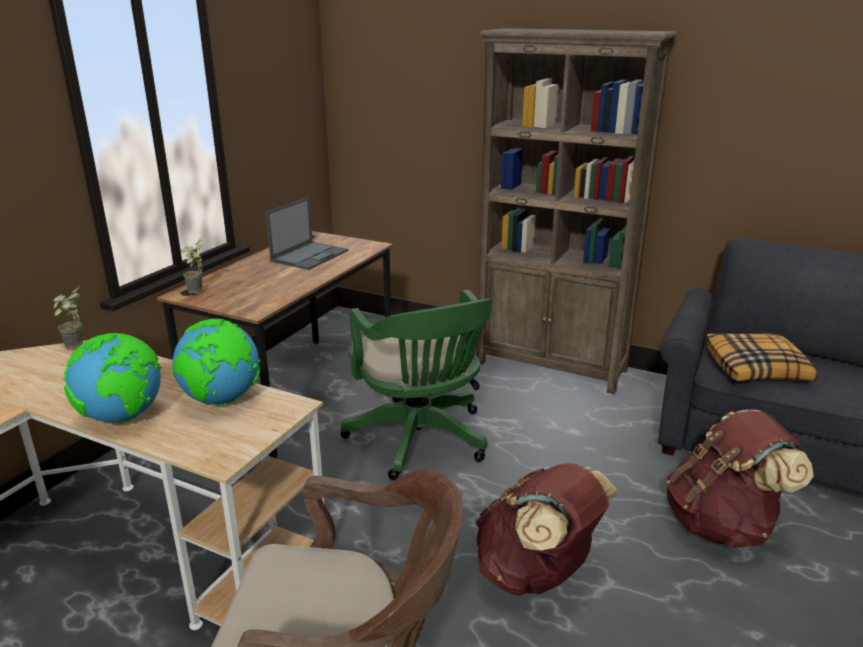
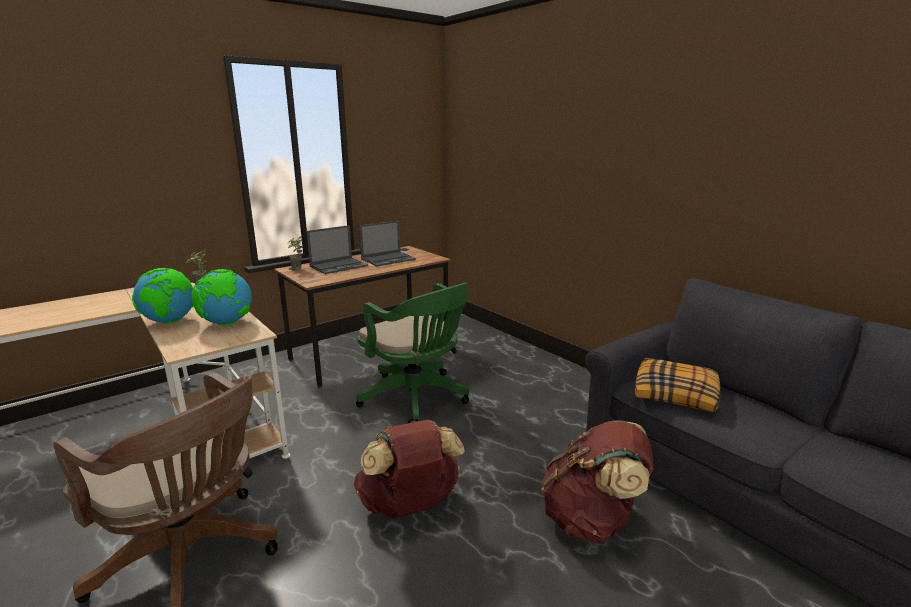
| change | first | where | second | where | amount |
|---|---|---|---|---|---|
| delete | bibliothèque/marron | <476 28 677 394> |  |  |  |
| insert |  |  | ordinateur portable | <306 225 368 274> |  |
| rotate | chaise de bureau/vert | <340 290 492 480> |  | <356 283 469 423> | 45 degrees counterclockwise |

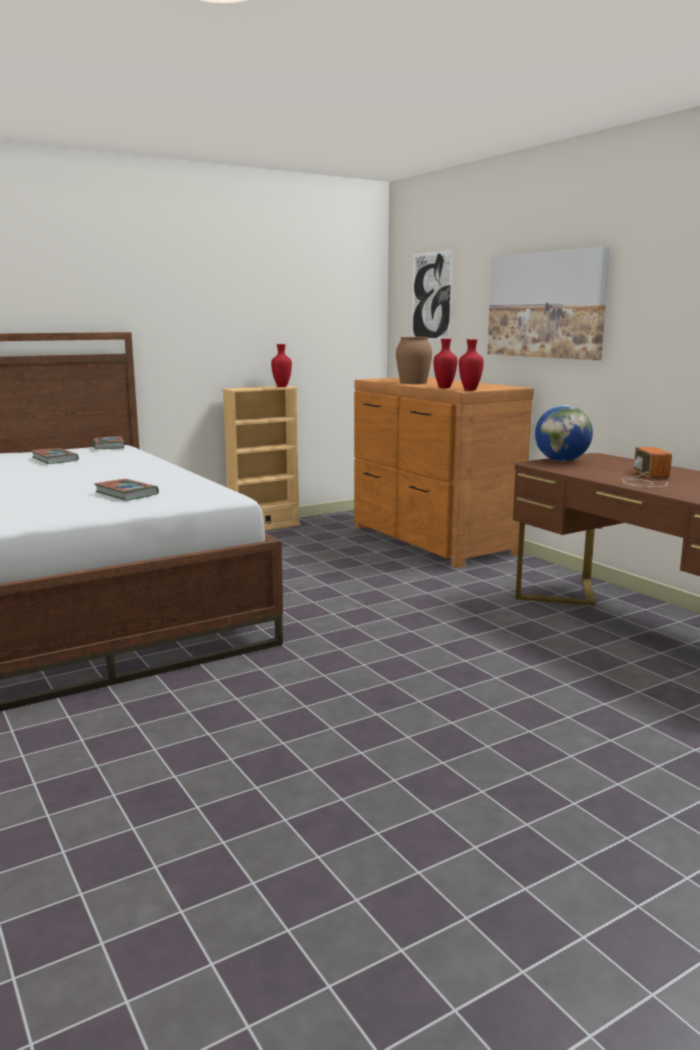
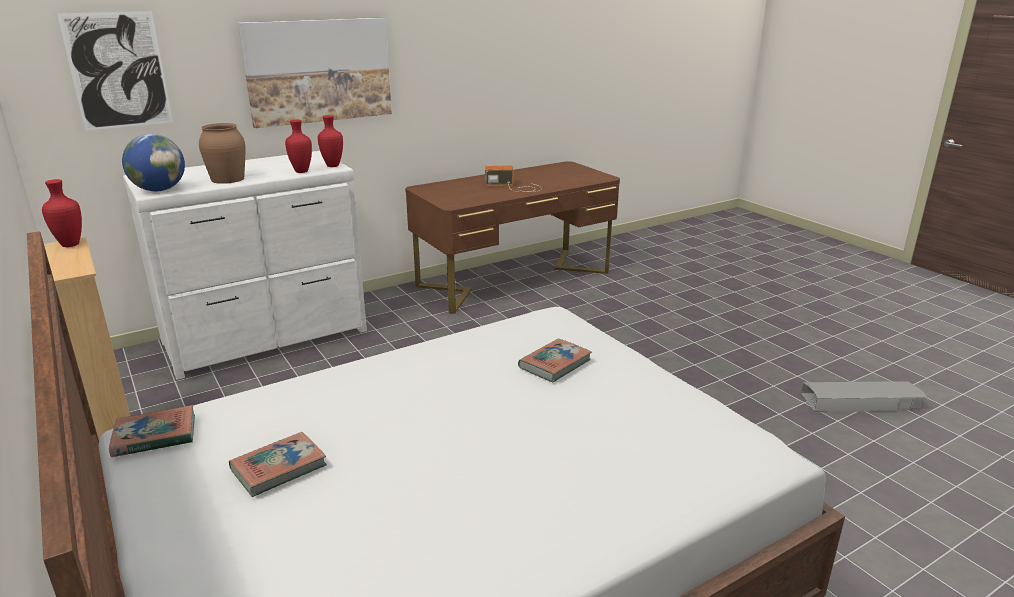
| change | first | where | second | where | amount |
|---|---|---|---|---|---|
| insert |  |  | boîte de rangement/gris | <801 381 927 412> |  |
| move | globe | <535 405 593 461> |  | <122 134 185 191> |  |
| recolor | commode/marron | <354 377 534 568> | commode/blanc | <123 151 367 380> |  |

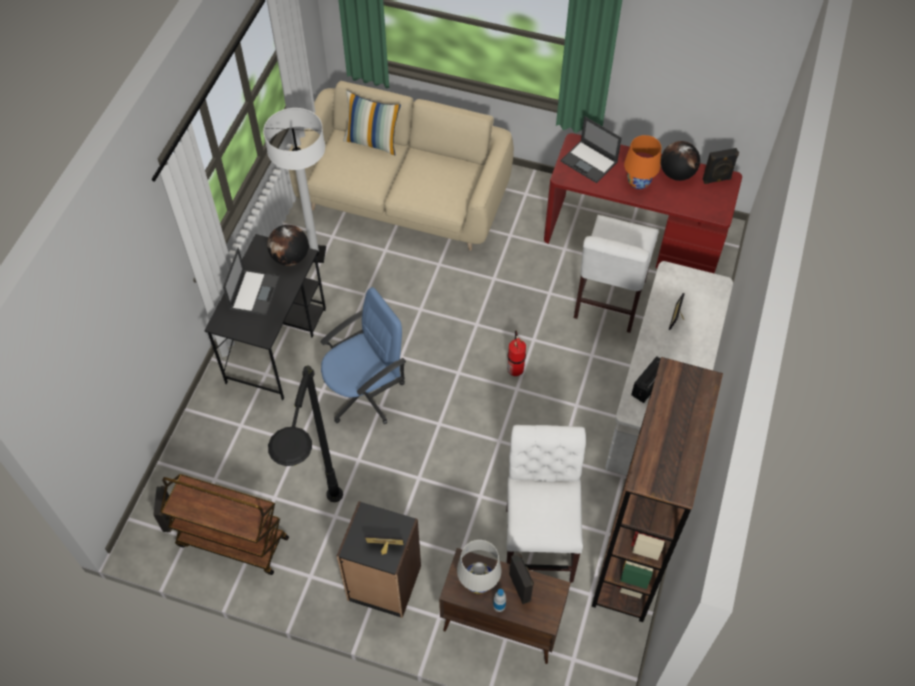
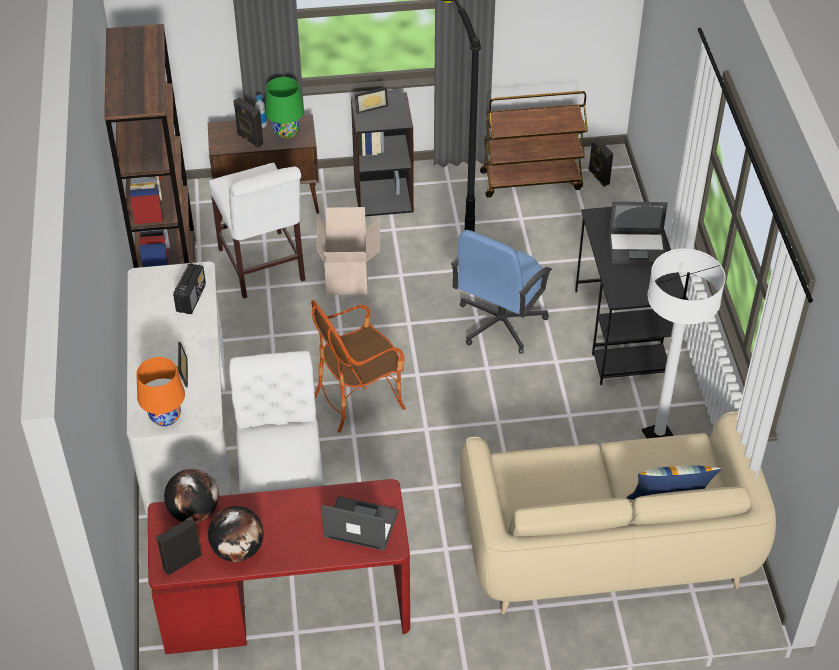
| change | first | where | second | where | amount |
|---|---|---|---|---|---|
| insert |  |  | carton | <316 207 380 295> |  |
| move | globe | <267 225 309 266> |  | <164 469 219 523> |  |
| move | lampe de table/orange | <624 135 661 189> |  | <137 357 185 427> |  |
| replace | extincteur | <507 331 526 376> | fauteuil | <311 300 406 433> |  |
| recolor | lampe de table/blanc | <457 540 501 594> | lampe de table/vert | <265 77 304 139> |  |
| rotate | ordinateur portable | <223 247 280 316> |  | <609 202 668 264> | 75 degrees counterclockwise |

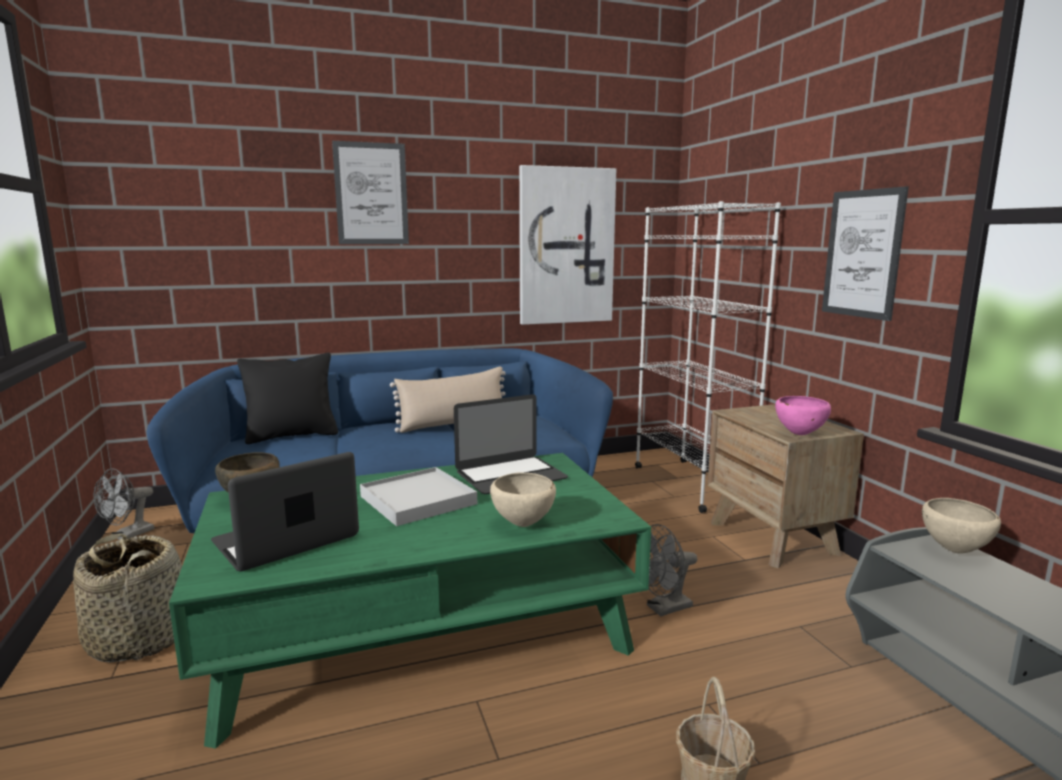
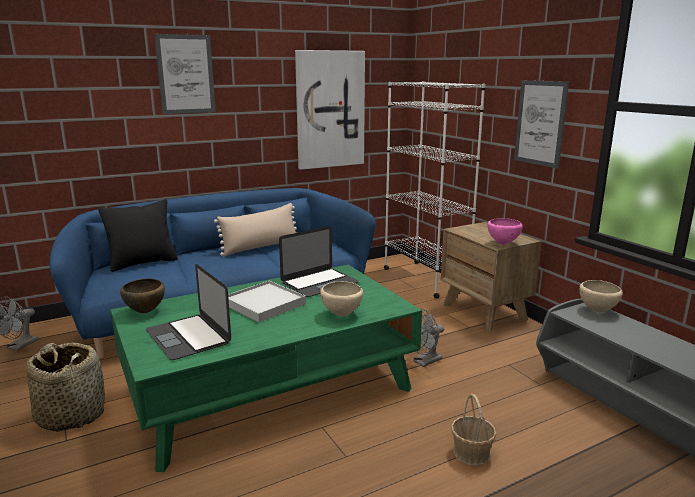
| change | first | where | second | where | amount |
|---|---|---|---|---|---|
| rotate | ordinateur portable | <211 452 359 571> |  | <145 264 231 360> | 75 degrees counterclockwise |

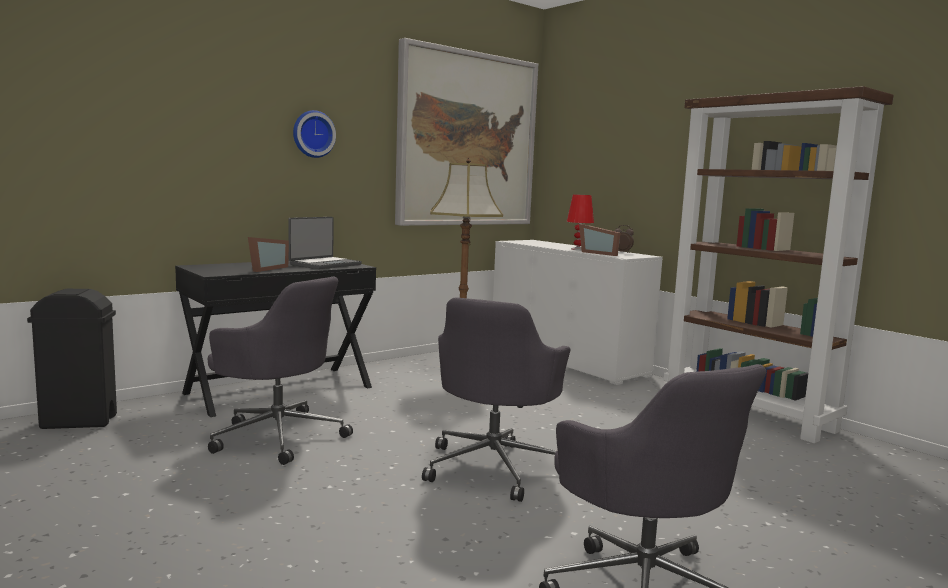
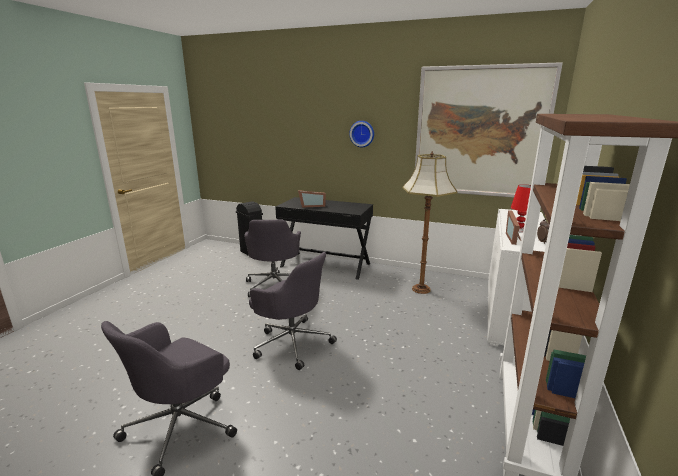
| change | first | where | second | where | amount |
|---|---|---|---|---|---|
| delete | ordinateur portable | <288 217 362 269> |  |  |  |
| rotate | chaise de bureau/gris | <422 297 571 502> |  | <249 252 337 370> | 135 degrees counterclockwise |

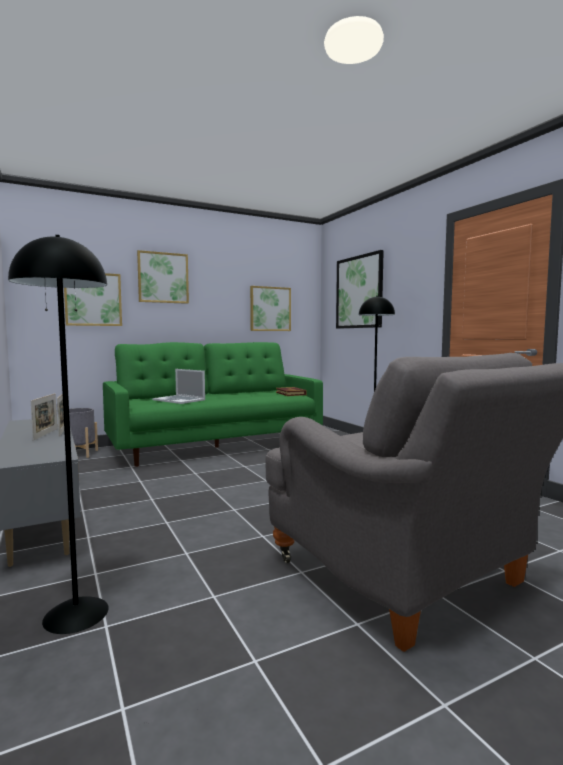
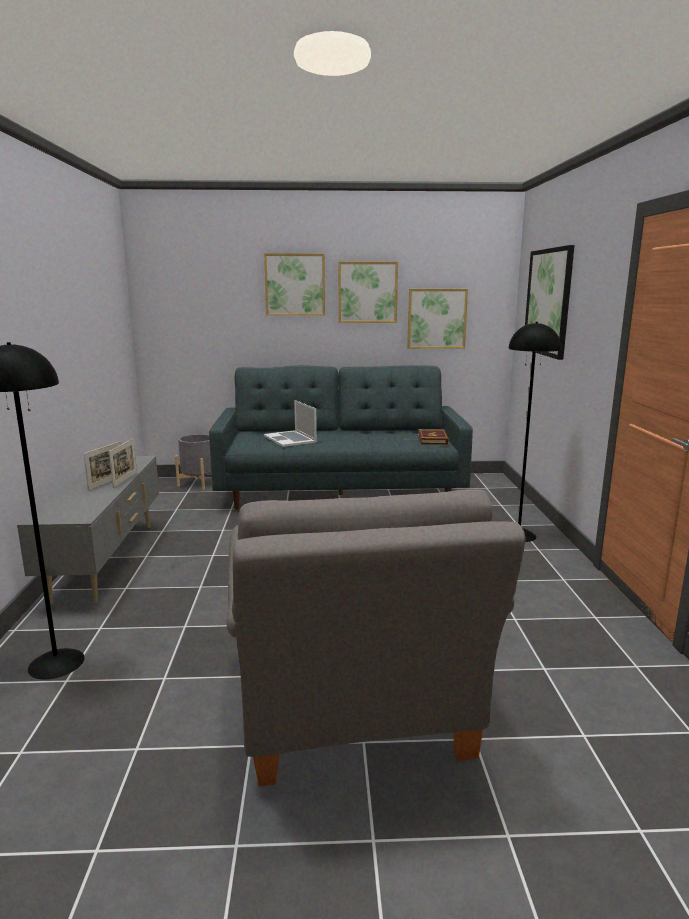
| change | first | where | second | where | amount |
|---|---|---|---|---|---|
| move | tableau | <64 273 122 326> |  | <338 262 398 323> |  |
| recolor | canapé/vert | <103 342 323 467> | canapé/gris | <209 365 473 510> |  |

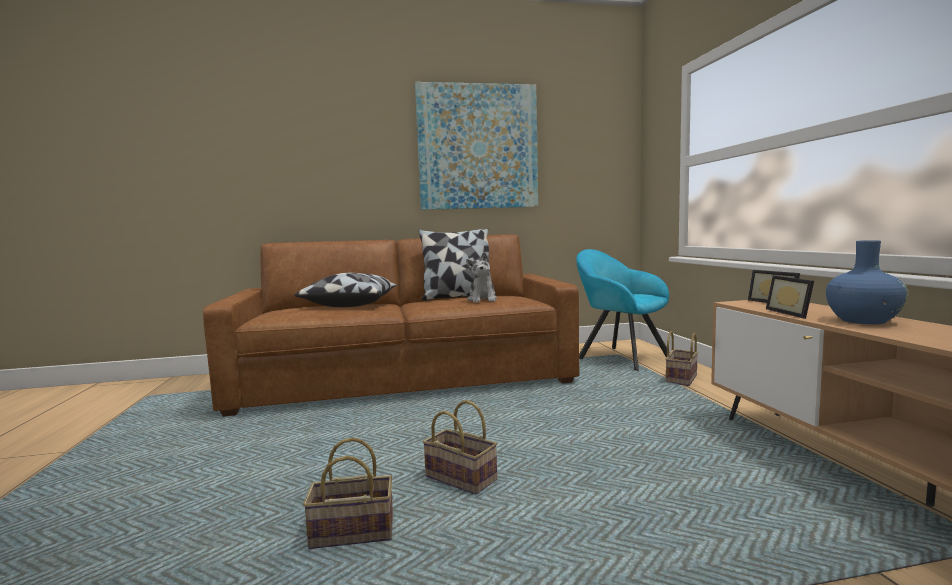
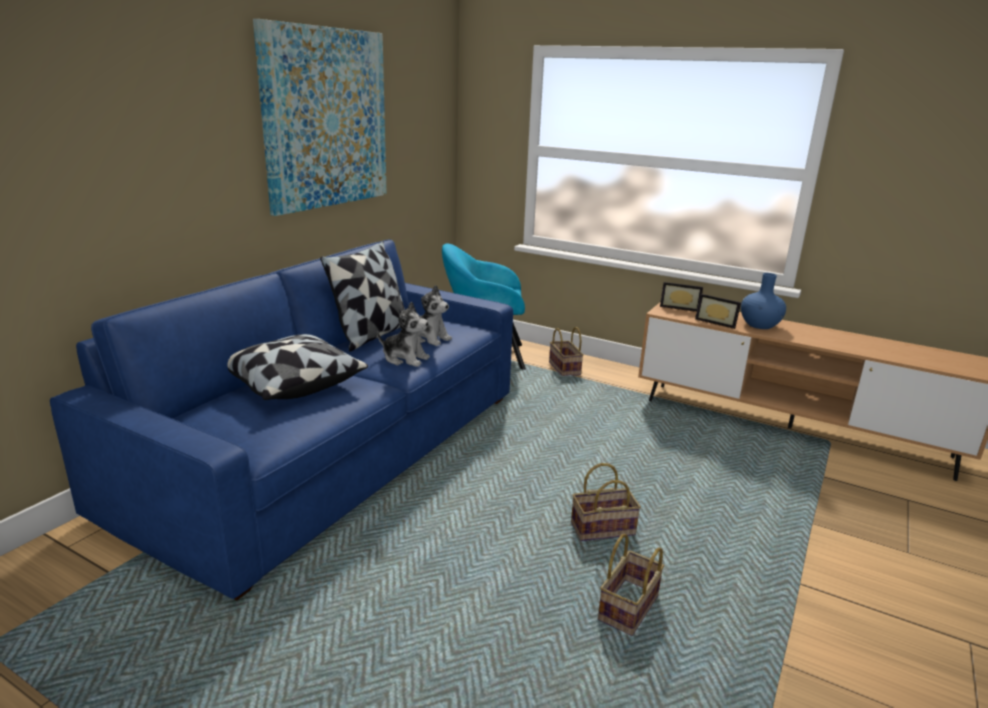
| change | first | where | second | where | amount |
|---|---|---|---|---|---|
| insert |  |  | peluche | <377 301 430 367> |  |
| recolor | canapé/marron | <203 234 579 416> | canapé/bleu | <50 239 513 600> |  |

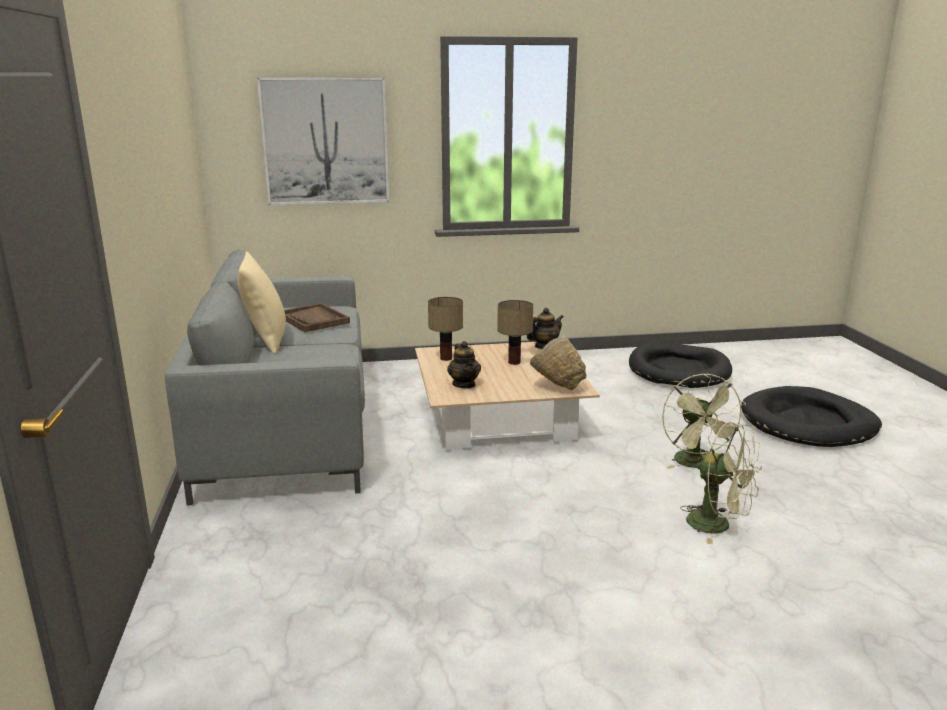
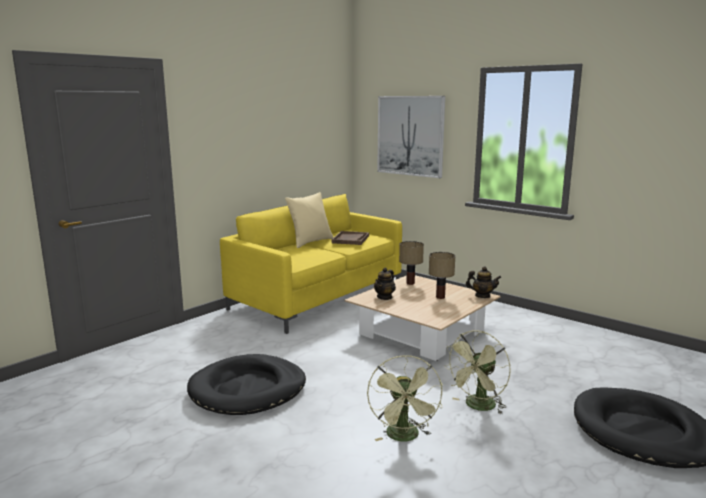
| change | first | where | second | where | amount |
|---|---|---|---|---|---|
| delete | bol/gris | <530 336 586 390> |  |  |  |
| move | panier pour chien/noir | <629 344 732 388> |  | <187 354 306 415> |  |
| recolor | canapé/gris | <165 250 365 506> | canapé/jaune | <220 194 402 334> |  |

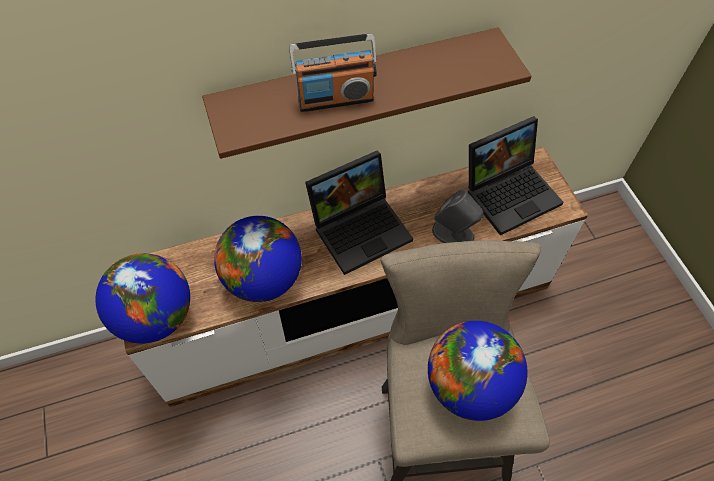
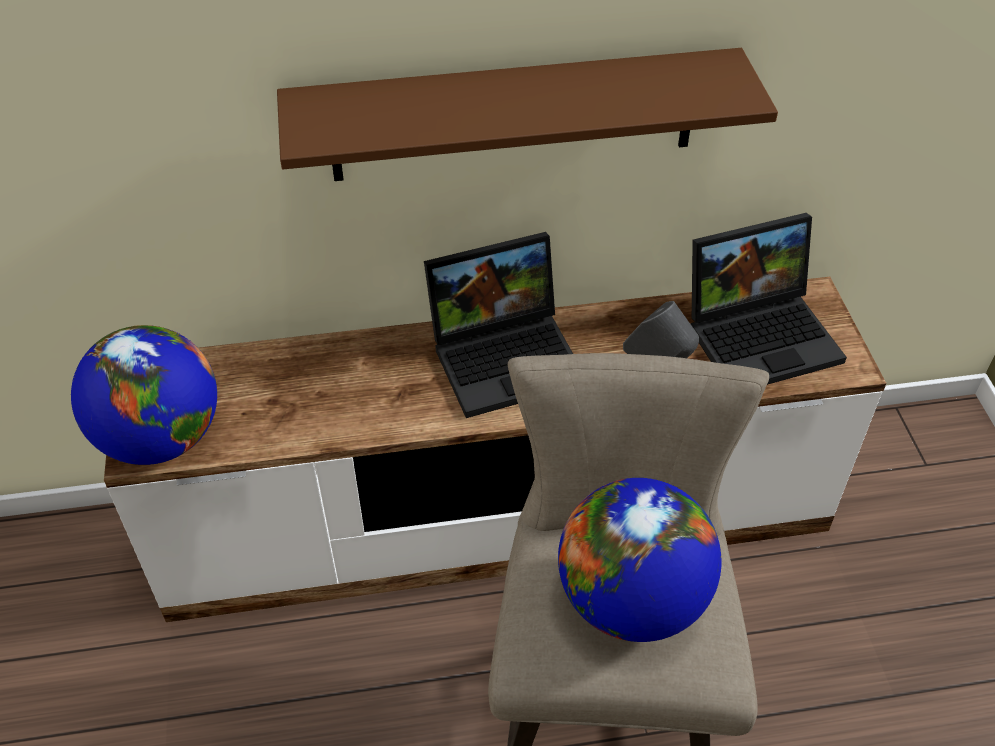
| change | first | where | second | where | amount |
|---|---|---|---|---|---|
| delete | globe | <214 216 302 302> |  |  |  |
| delete | radio | <289 33 377 112> |  |  |  |

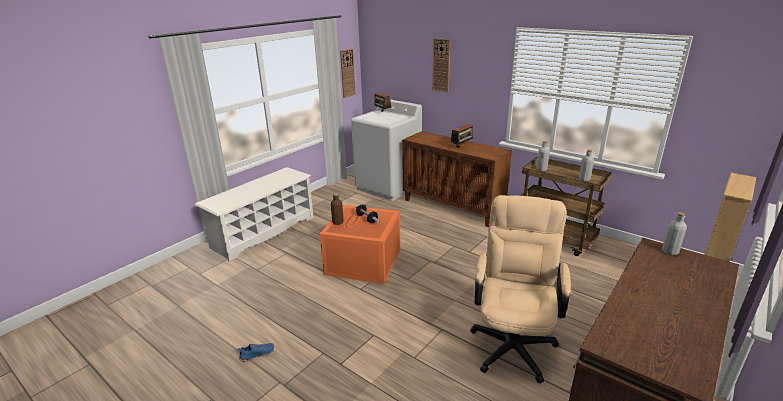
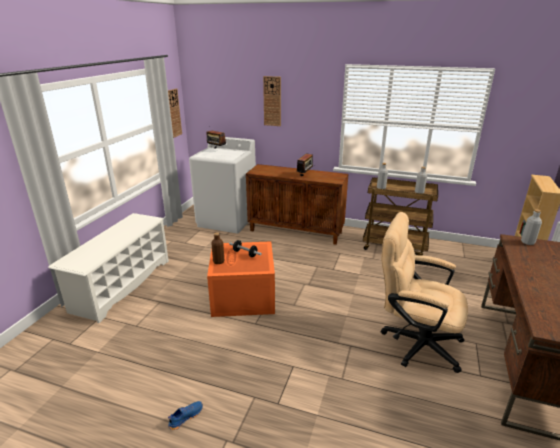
| change | first | where | second | where | amount |
|---|---|---|---|---|---|
| rotate | chaise de bureau/beige | <470 195 571 383> |  | <381 212 468 373> | 60 degrees counterclockwise |

